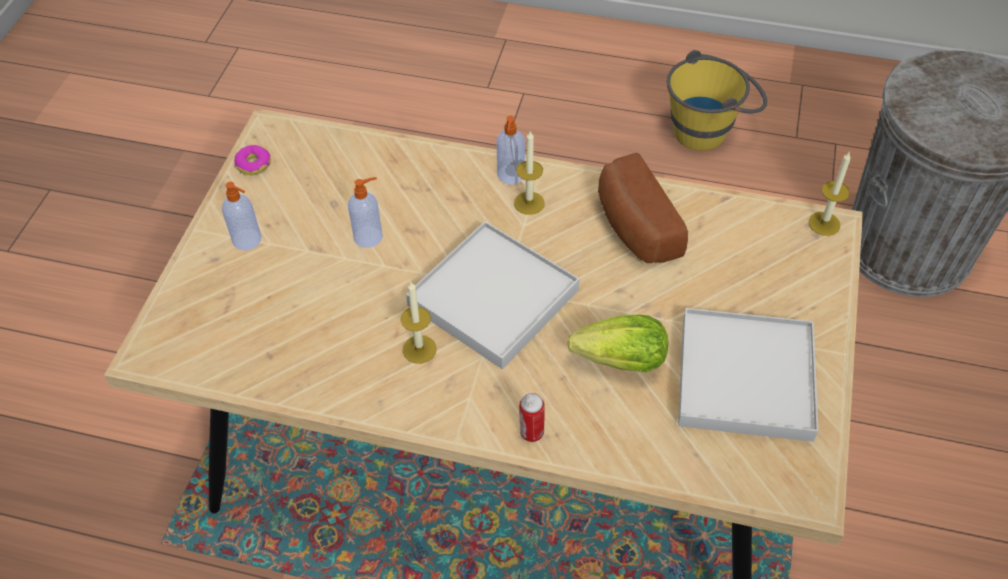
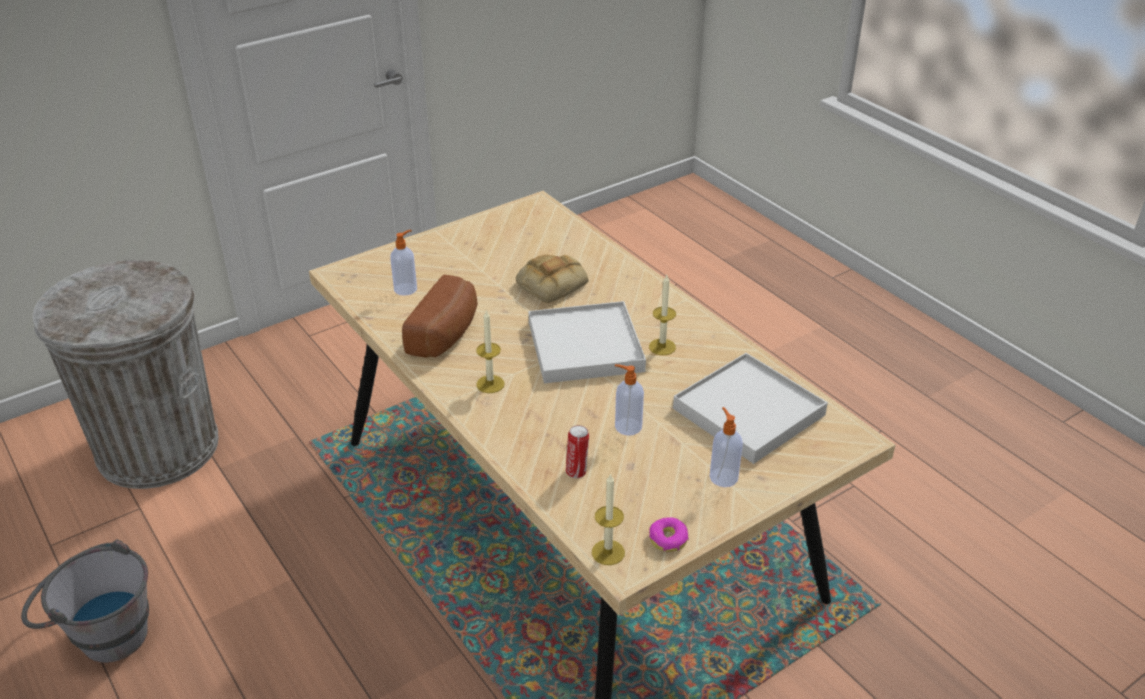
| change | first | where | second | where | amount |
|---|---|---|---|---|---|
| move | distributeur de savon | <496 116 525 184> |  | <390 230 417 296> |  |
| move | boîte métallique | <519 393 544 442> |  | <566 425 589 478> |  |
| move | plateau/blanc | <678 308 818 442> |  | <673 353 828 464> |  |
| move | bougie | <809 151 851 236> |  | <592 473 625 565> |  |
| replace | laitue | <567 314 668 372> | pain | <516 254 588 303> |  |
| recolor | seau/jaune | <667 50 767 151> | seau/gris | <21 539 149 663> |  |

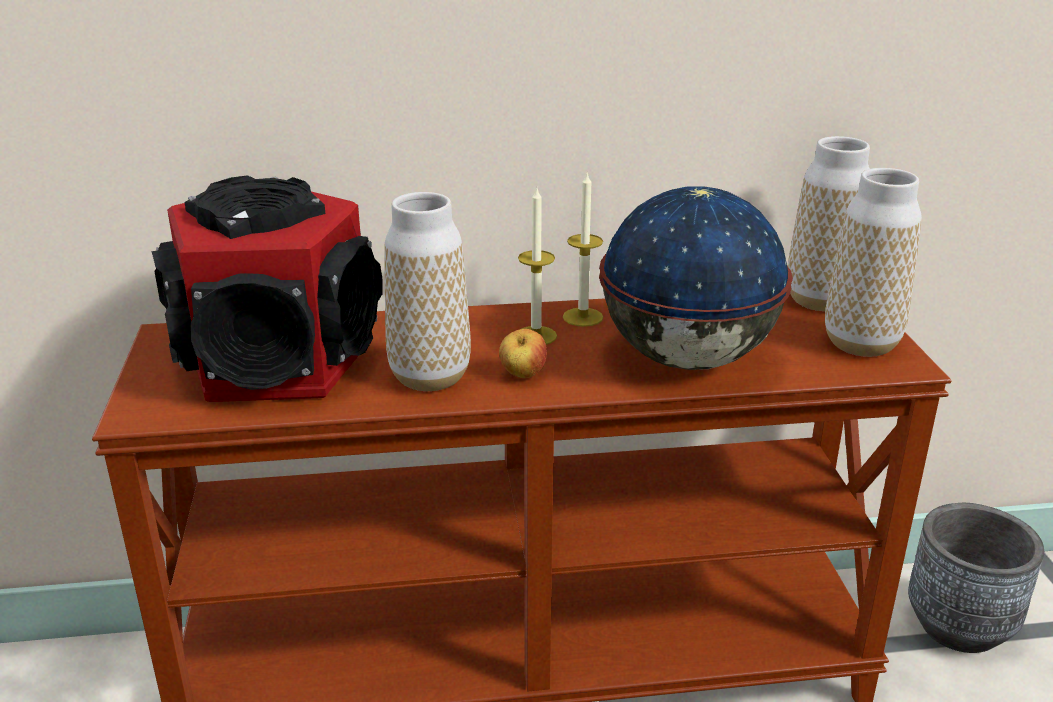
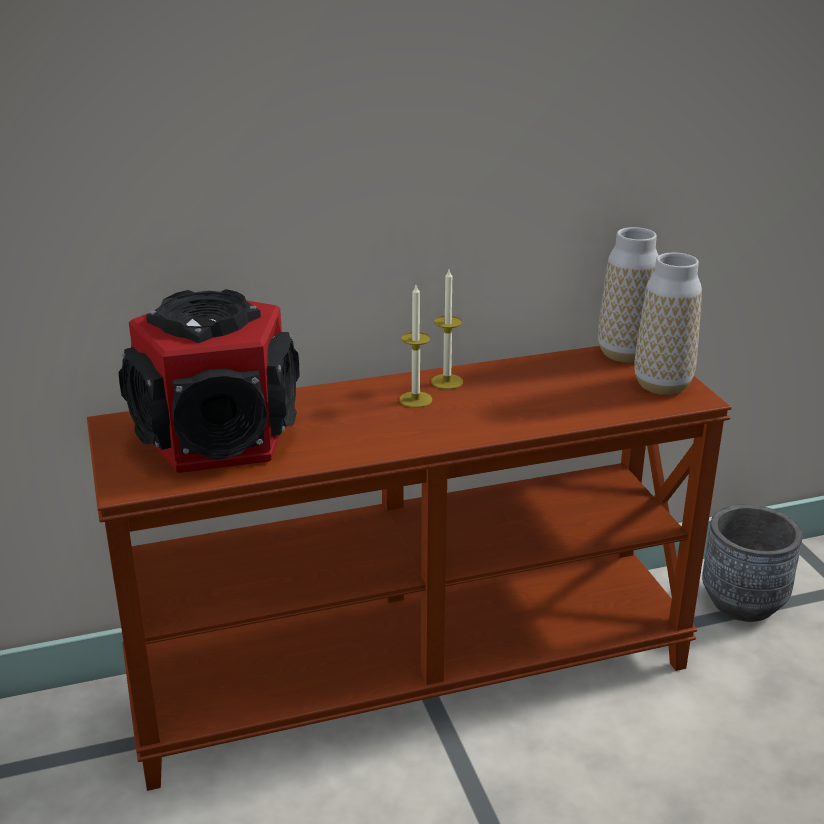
| change | first | where | second | where | amount |
|---|---|---|---|---|---|
| delete | vase | <384 192 471 391> |  |  |  |
| delete | pomme | <499 329 547 378> |  |  |  |
| delete | globe | <599 186 793 370> |  |  |  |

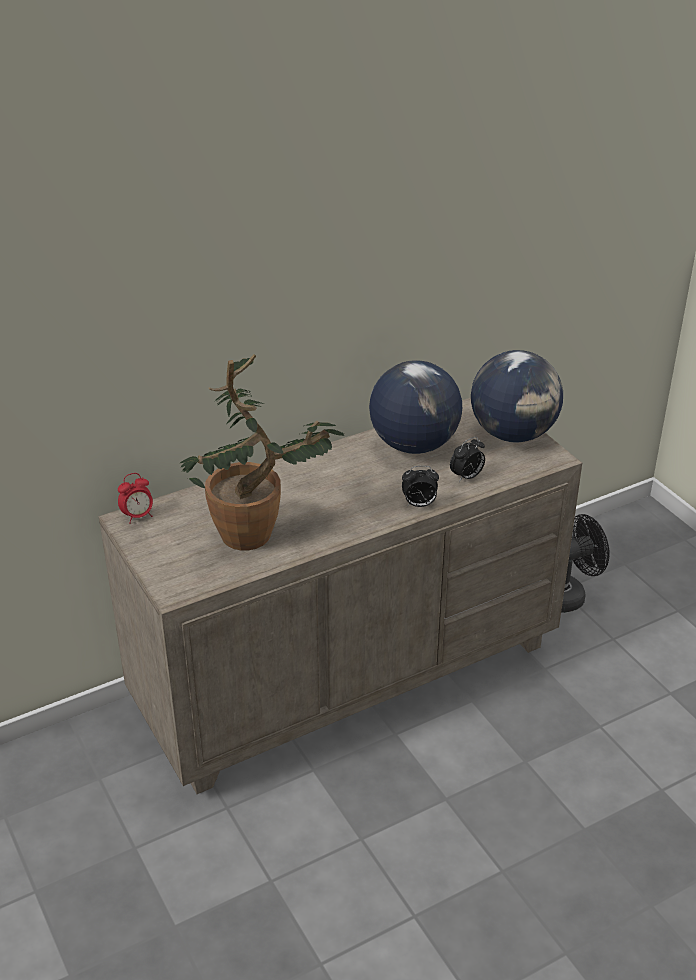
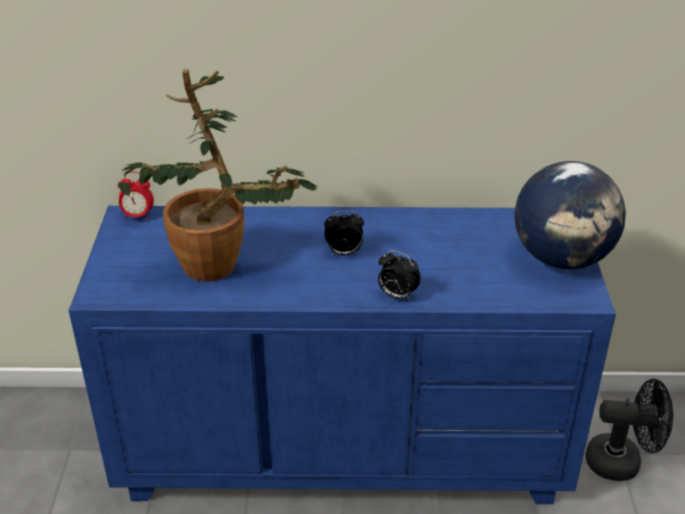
| change | first | where | second | where | amount |
|---|---|---|---|---|---|
| delete | globe | <369 360 462 454> |  |  |  |
| move | réveil | <450 437 485 482> |  | <324 210 364 255> |  |
| recolor | commode/beige | <98 398 582 794> | commode/bleu | <68 206 616 504> |  |

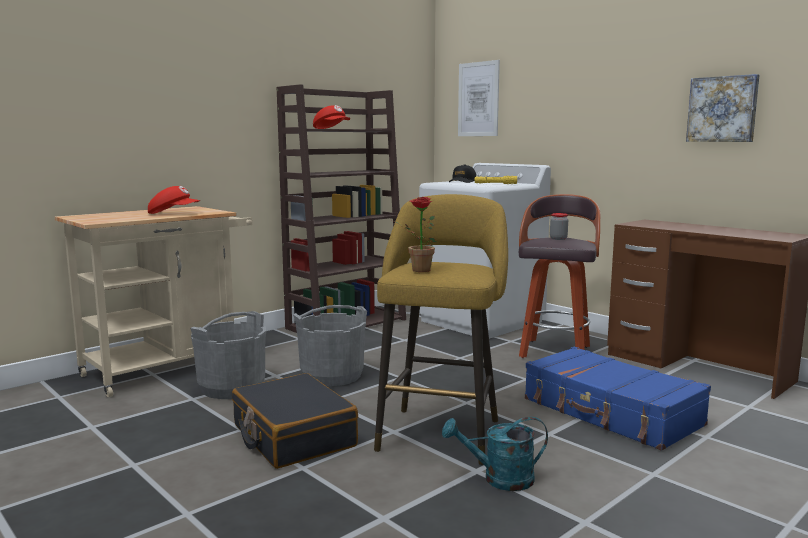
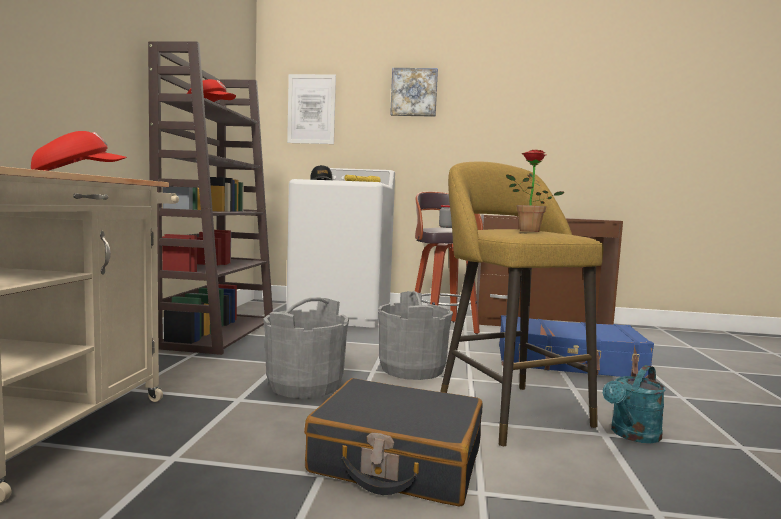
| change | first | where | second | where | amount |
|---|---|---|---|---|---|
| move | seau/gris | <190 311 266 399> |  | <378 291 453 380> |  |
| move | tableau | <686 74 759 142> |  | <390 68 438 117> |  |

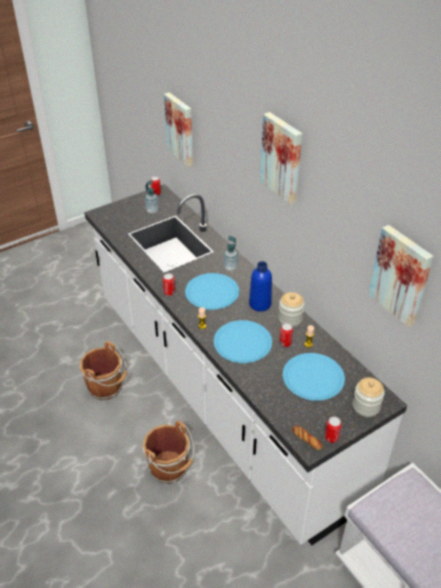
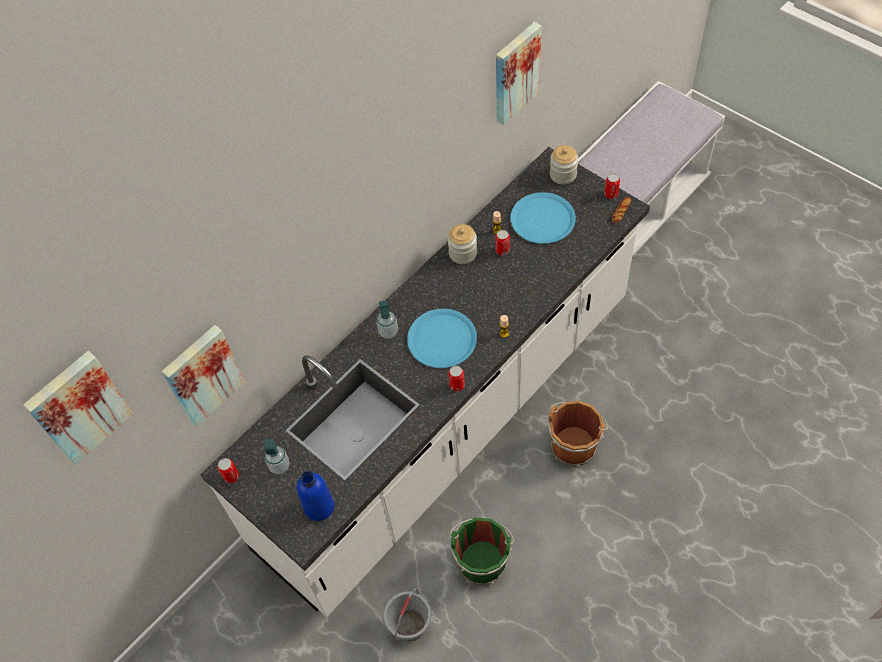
| change | first | where | second | where | amount |
|---|---|---|---|---|---|
| delete | assiette/bleu | <214 320 272 363> |  |  |  |
| insert |  |  | seau/gris | <384 588 431 641> |  |
| move | bouteille/bleu | <249 261 272 311> |  | <297 471 334 521> |  |
| move | tableau | <260 112 302 204> |  | <23 351 133 465> |  |
| recolor | seau/marron | <80 342 127 400> | seau/vert | <449 517 514 585> |  |

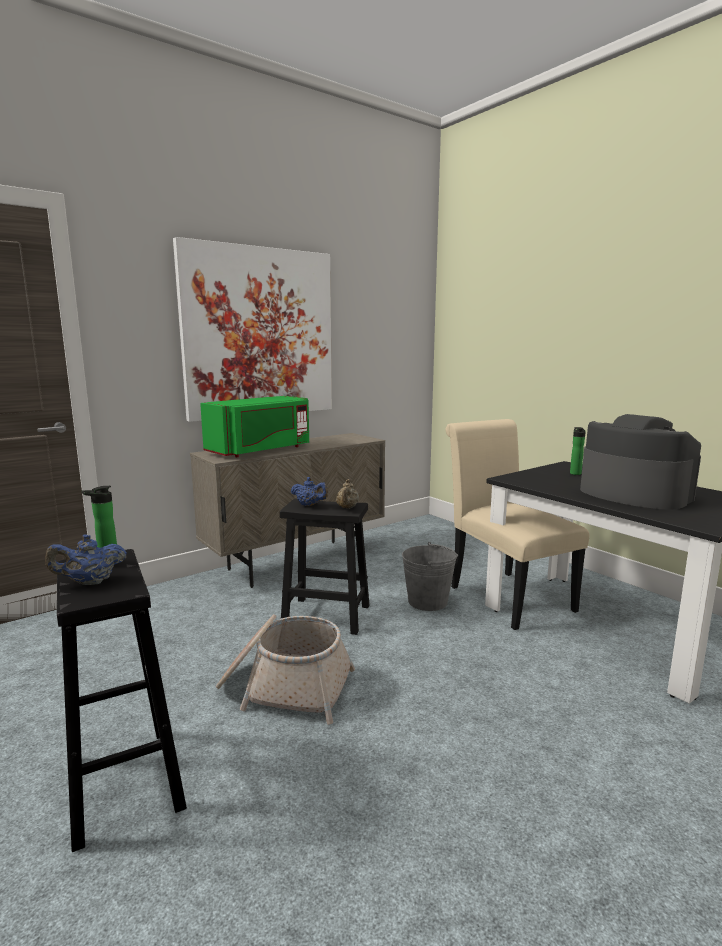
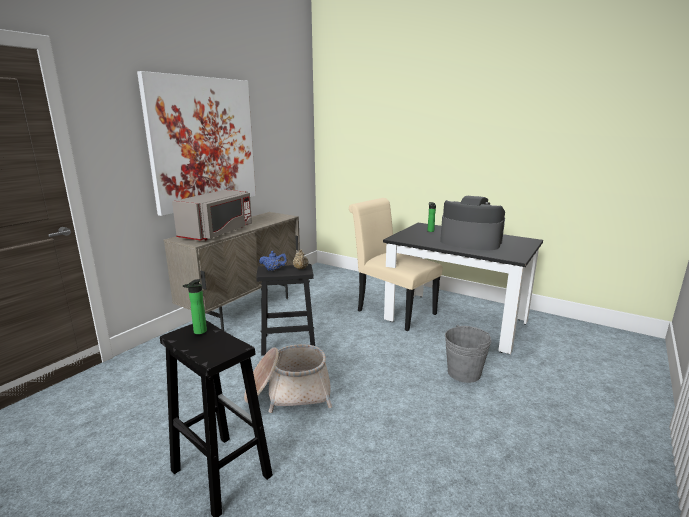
| change | first | where | second | where | amount |
|---|---|---|---|---|---|
| delete | théière/bleu | <45 535 127 585> |  |  |  |
| move | seau/gris | <402 542 458 611> |  | <445 325 492 383> |  |
| recolor | micro-ondes/vert | <200 396 309 457> | micro-ondes/gris | <172 189 252 241> |  |

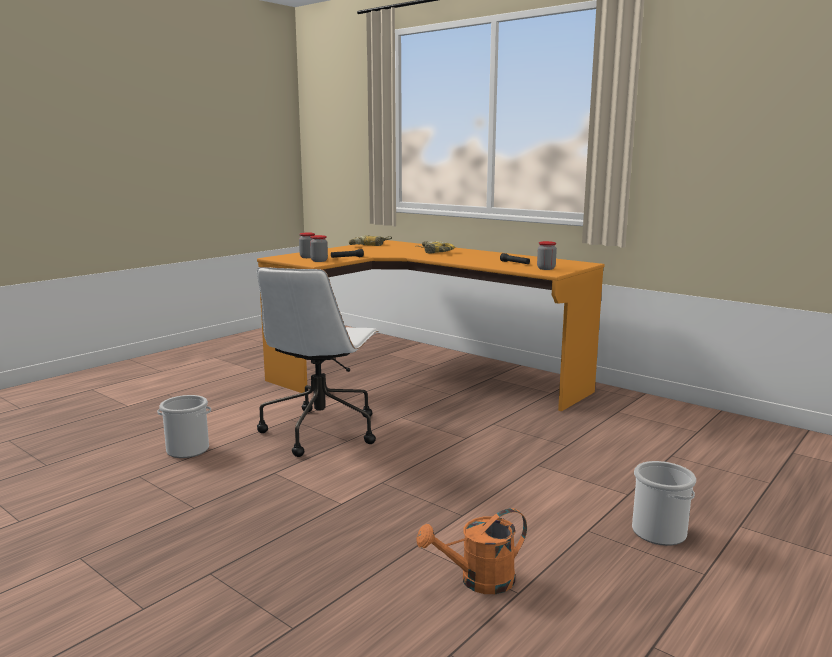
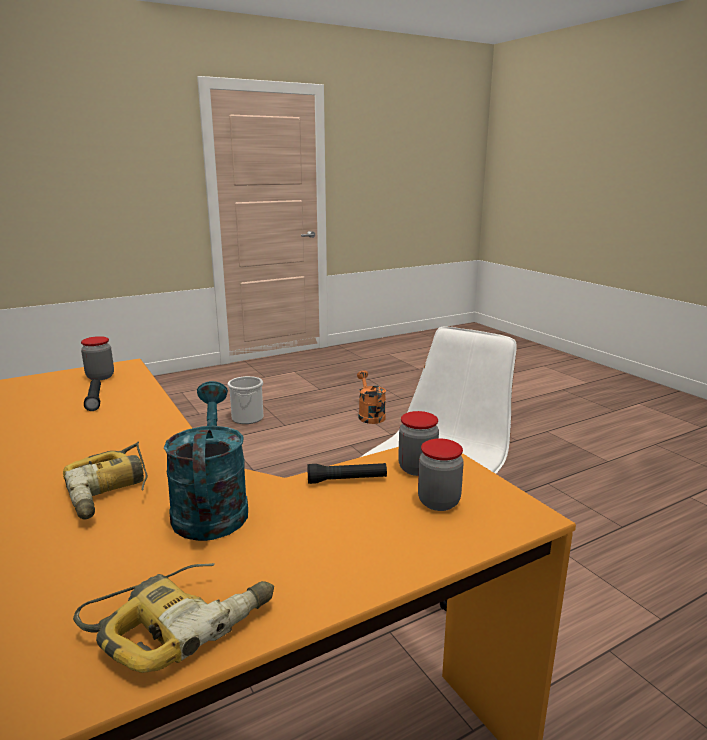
| change | first | where | second | where | amount |
|---|---|---|---|---|---|
| delete | seau | <157 395 211 458> |  |  |  |
| insert |  |  | arrosoir/turquoise | <164 381 248 541> |  |
| rotate | arrosoir/orange | <416 508 527 594> |  | <357 370 386 424> | 105 degrees counterclockwise |

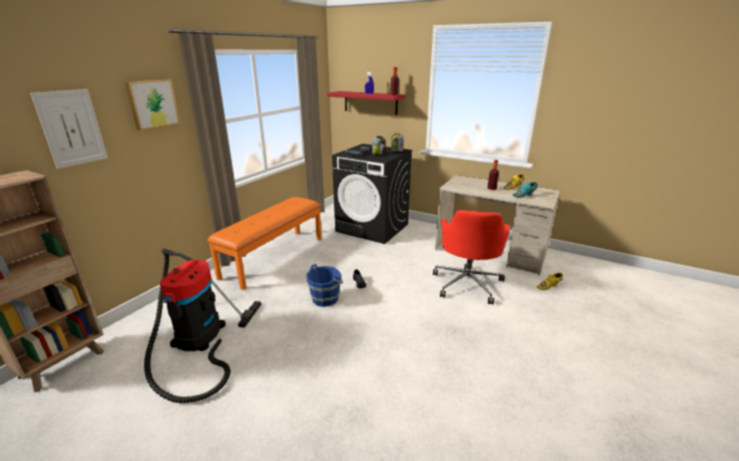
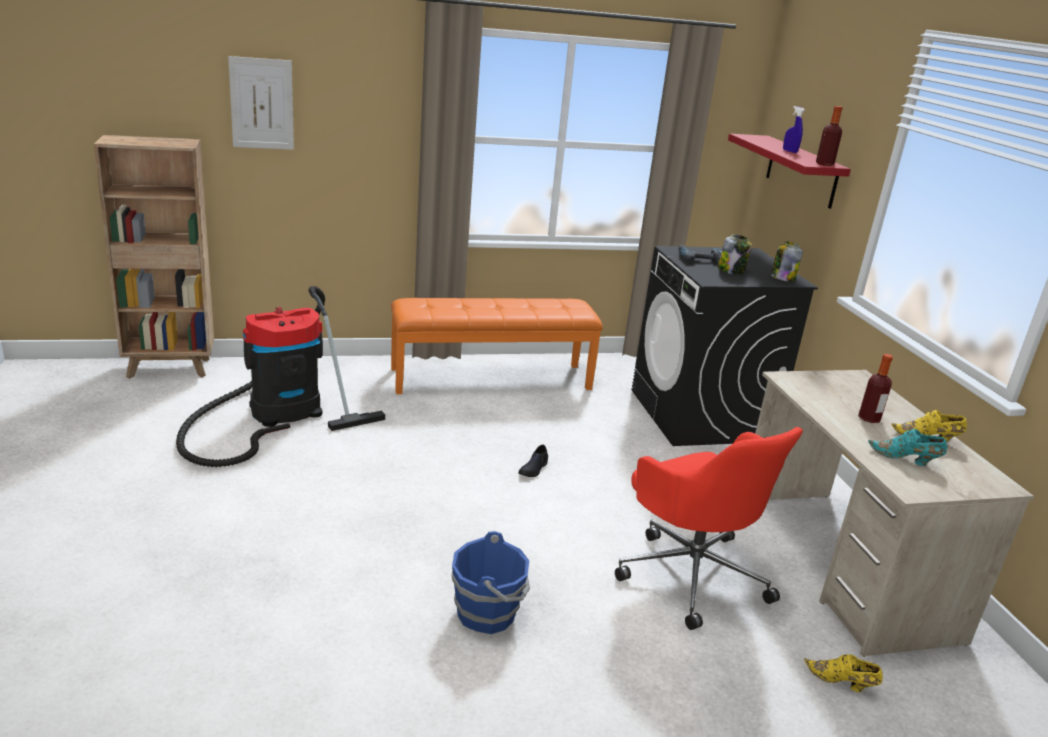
| change | first | where | second | where | amount |
|---|---|---|---|---|---|
| delete | tableau | <125 79 180 130> |  |  |  |
| move | seau/bleu | <306 264 343 307> |  | <451 531 530 634> |  |
| rotate | chaise de bureau/rouge | <433 210 510 304> |  | <615 427 803 630> | 90 degrees counterclockwise |

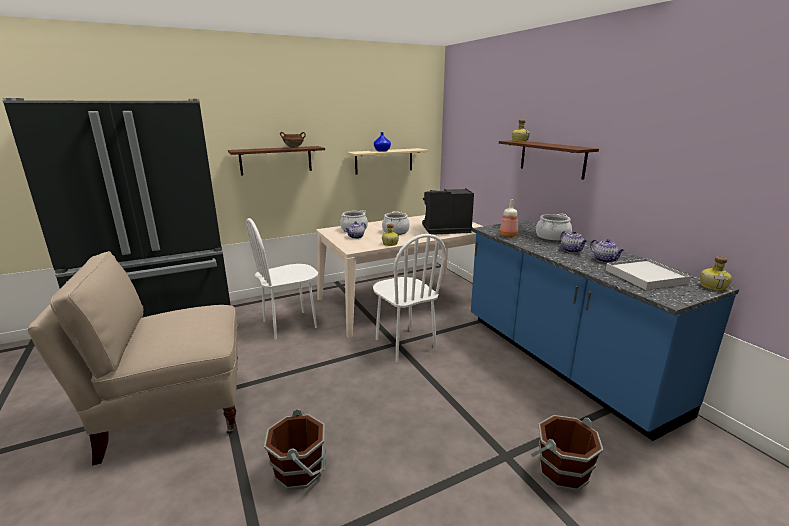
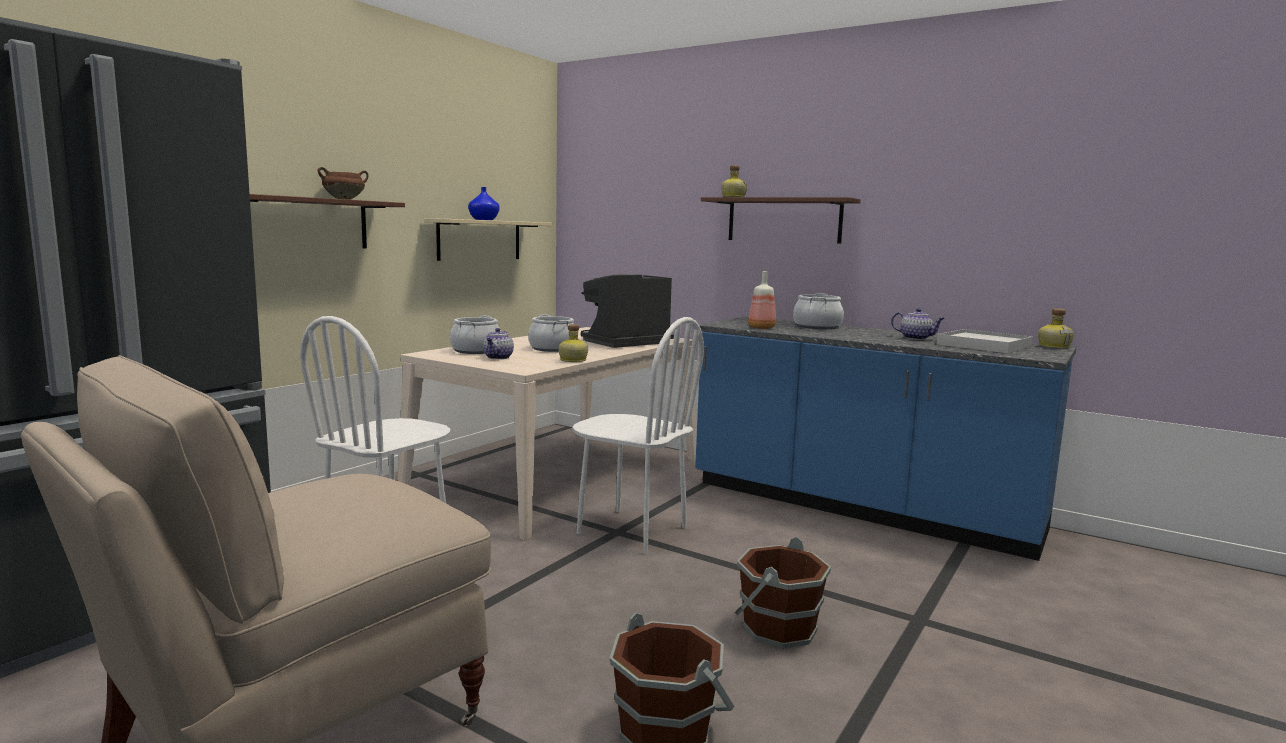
| change | first | where | second | where | amount |
|---|---|---|---|---|---|
| delete | théière | <560 231 587 253> |  |  |  |
| move | seau/marron | <531 415 603 492> |  | <734 537 831 649> |  |

